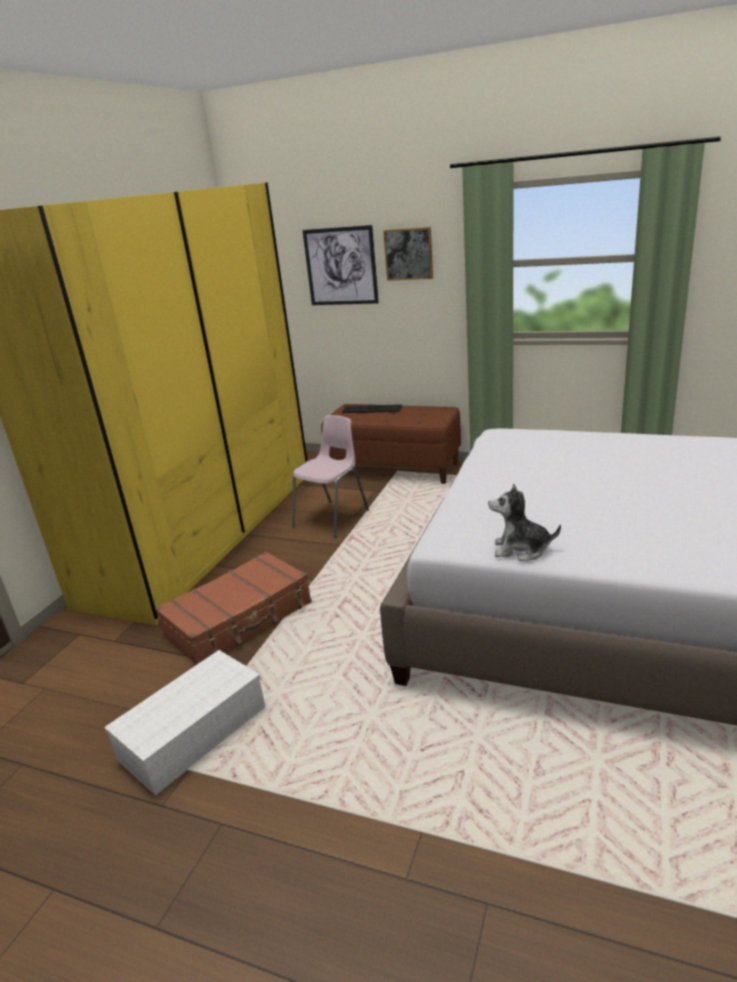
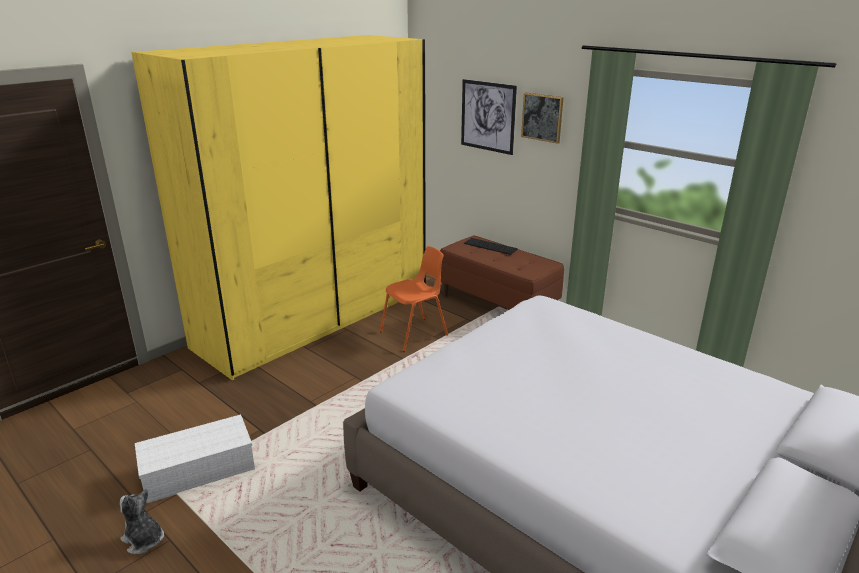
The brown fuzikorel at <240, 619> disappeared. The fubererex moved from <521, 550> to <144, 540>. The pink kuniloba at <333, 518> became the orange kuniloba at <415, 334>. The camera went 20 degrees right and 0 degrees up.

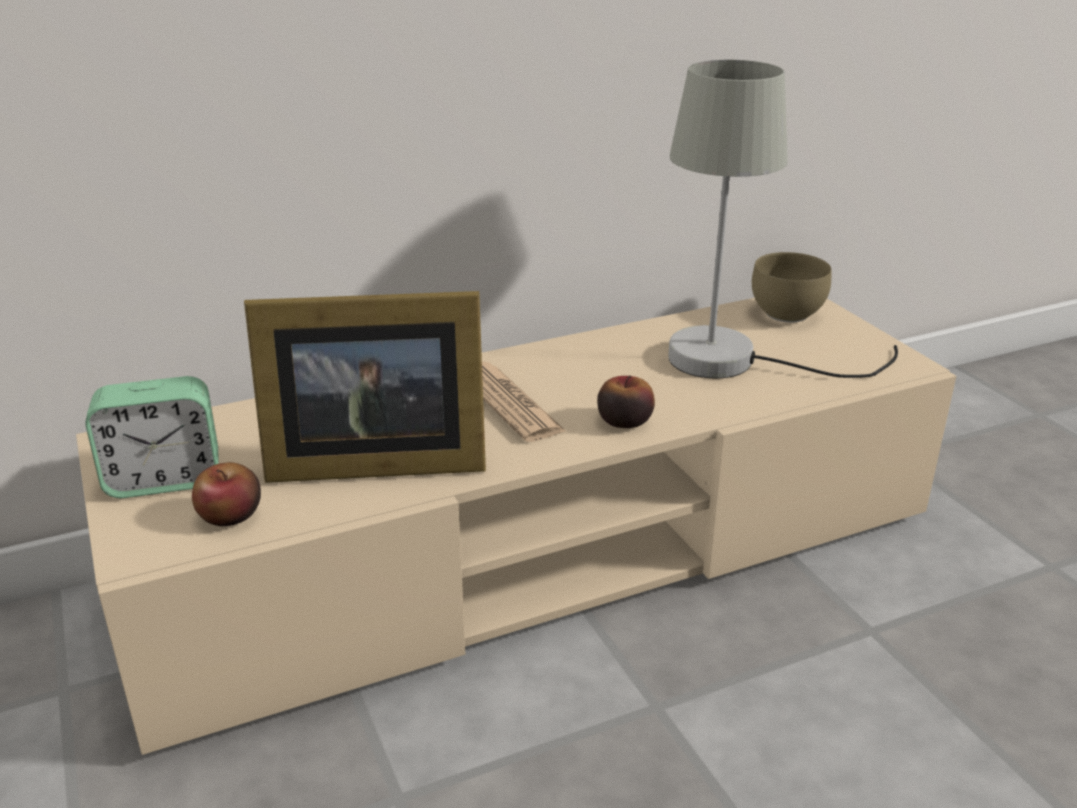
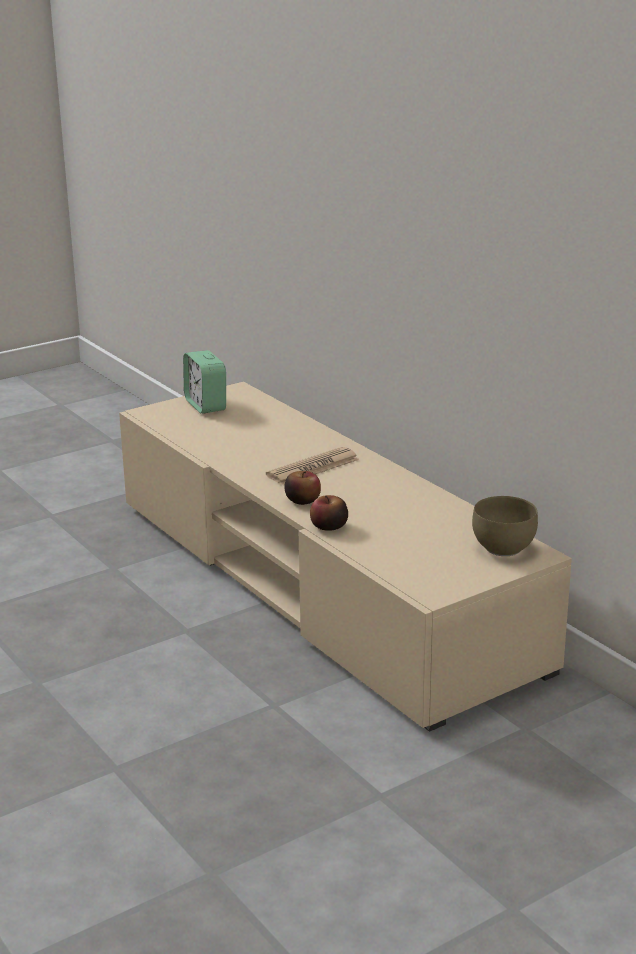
The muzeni at <370, 461> disappeared. The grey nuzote at <737, 361> disappeared. The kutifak moved from <231, 515> to <329, 526>. The camera went 80 degrees right and 5 degrees down.

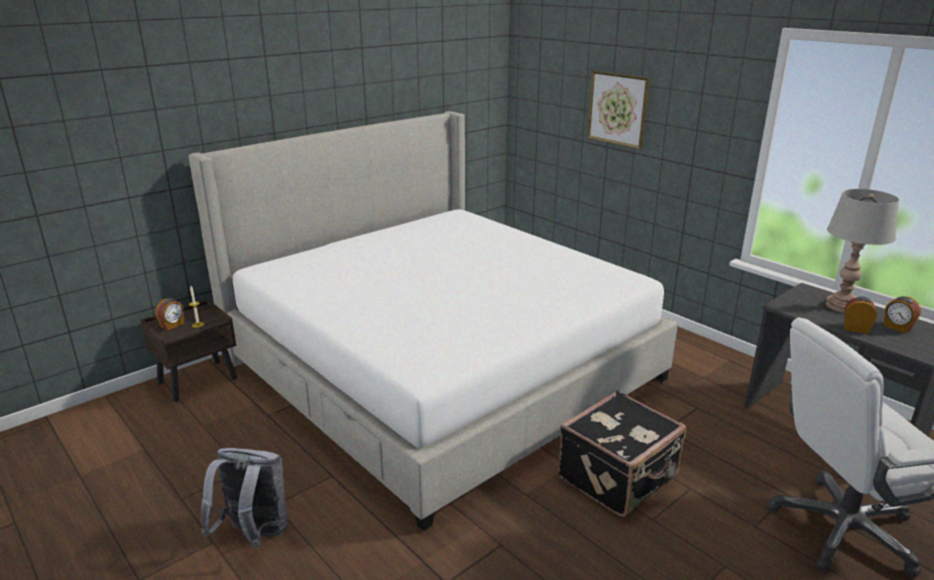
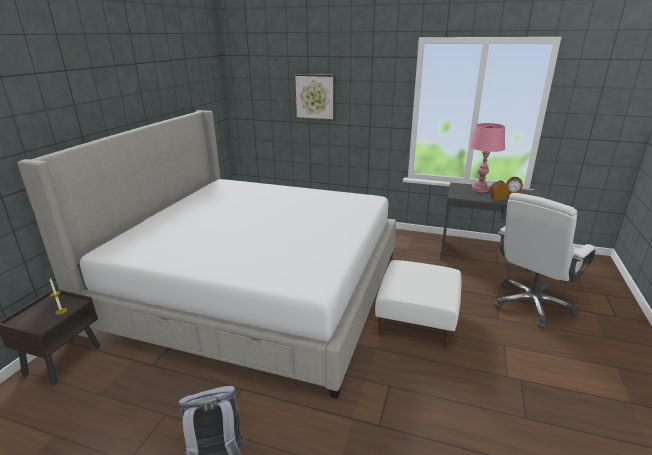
The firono at <172, 325> disappeared. The black fuzikorel at <619, 478> was replaced by the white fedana at <416, 319>. The grey nuzote at <842, 306> became the pink nuzote at <480, 189>. The camera went 30 degrees left and 0 degrees up.

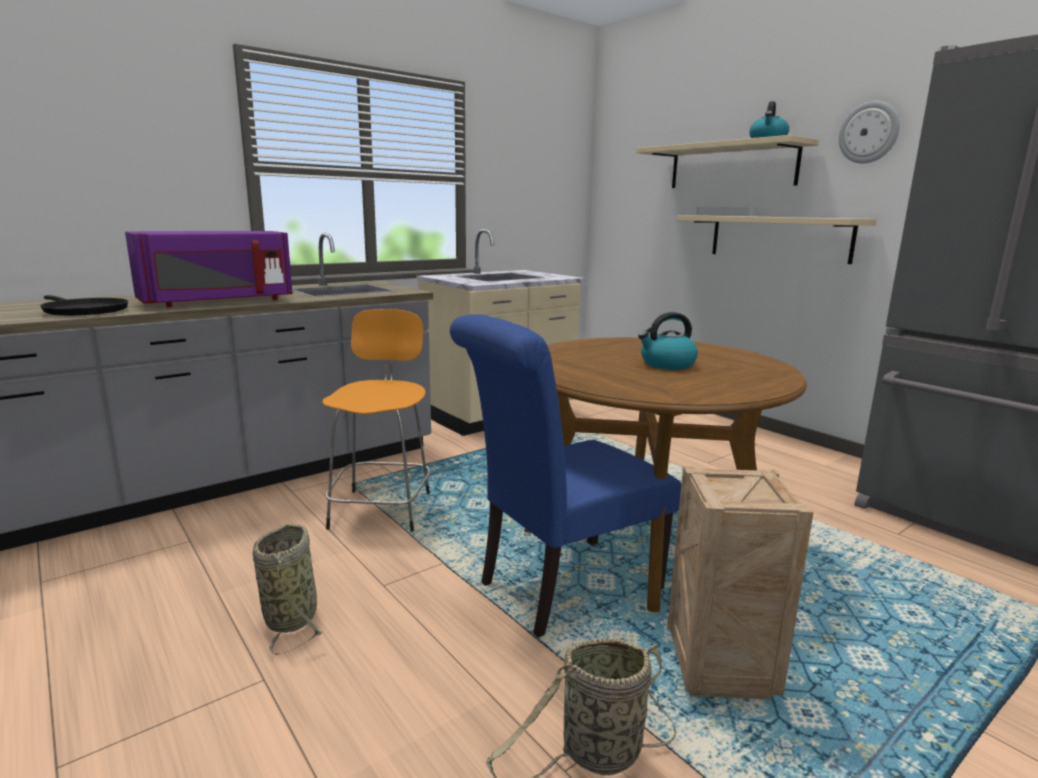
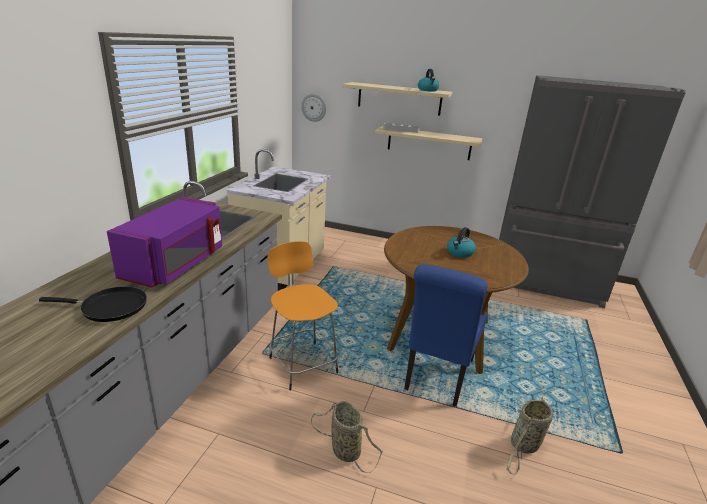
The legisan at <722, 673> disappeared. The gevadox moved from <869, 132> to <314, 107>. The camera went 35 degrees left and 10 degrees up.

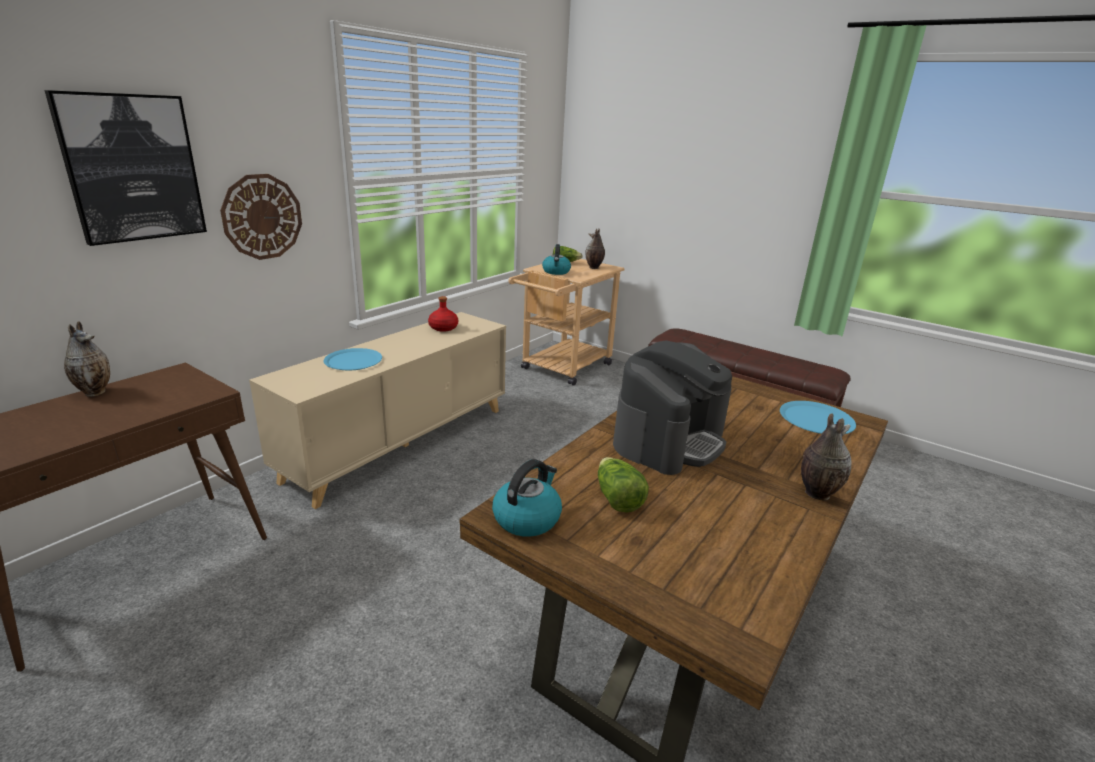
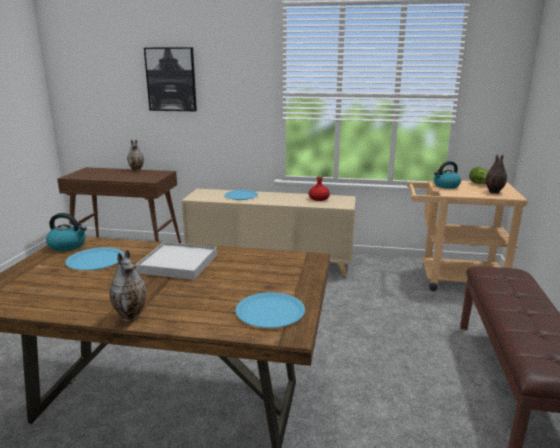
The gevadox at <262, 217> disappeared. The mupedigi at <617, 498> was replaced by the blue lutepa at <95, 260>. The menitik at <669, 440> was replaced by the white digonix at <178, 263>. The camera went 65 degrees right and 5 degrees down.

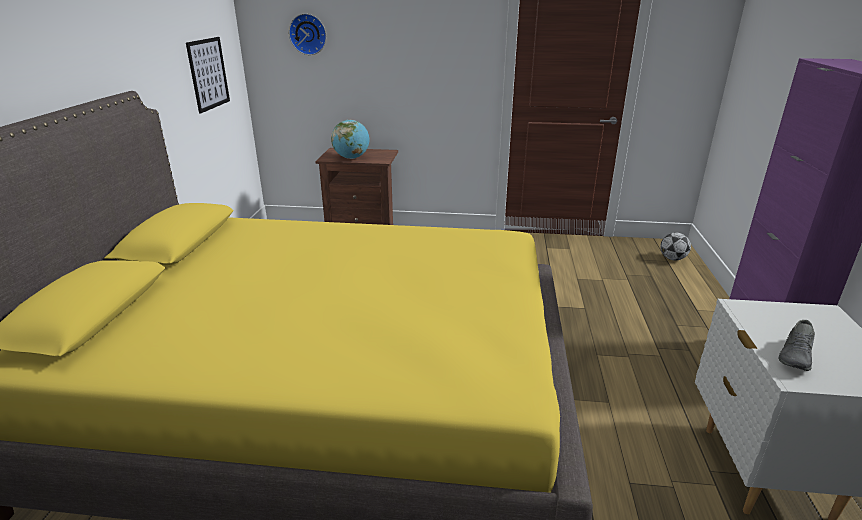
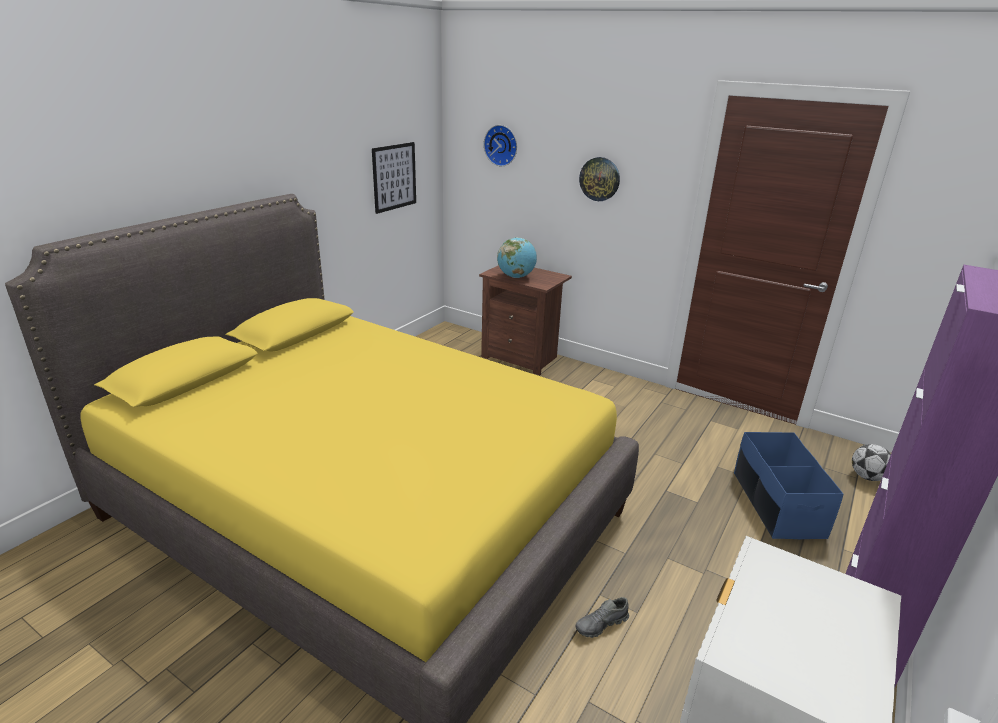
The gevadox at <599, 179> appeared. The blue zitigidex at <776, 504> appeared. The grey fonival moved from <796, 357> to <601, 624>. The camera went 25 degrees right and 0 degrees up.

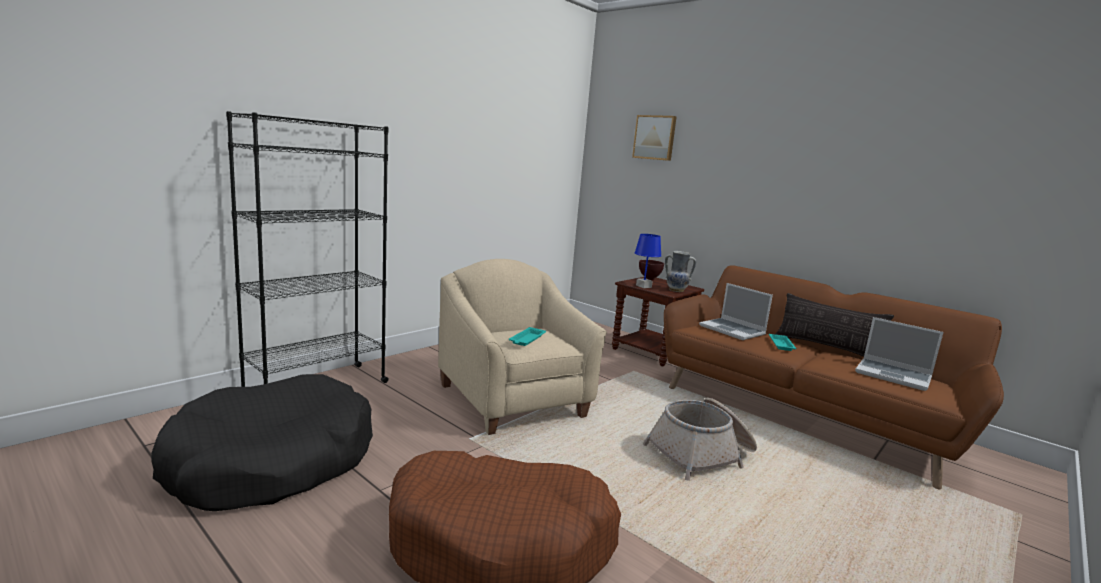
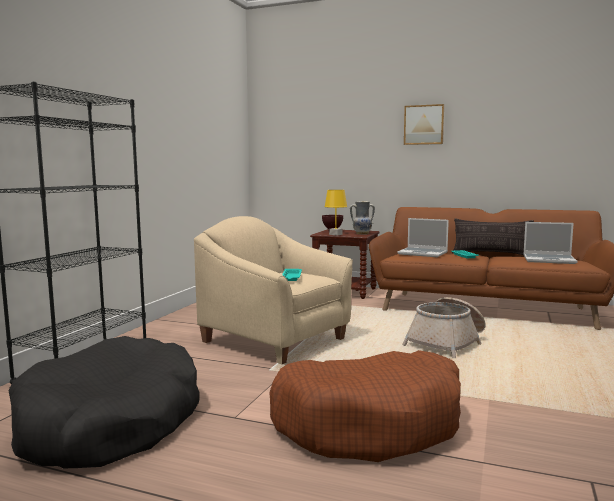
The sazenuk moved from <655, 137> to <424, 125>. The blue nuzote at <644, 286> became the yellow nuzote at <336, 234>. The camera went 20 degrees left and 5 degrees down.

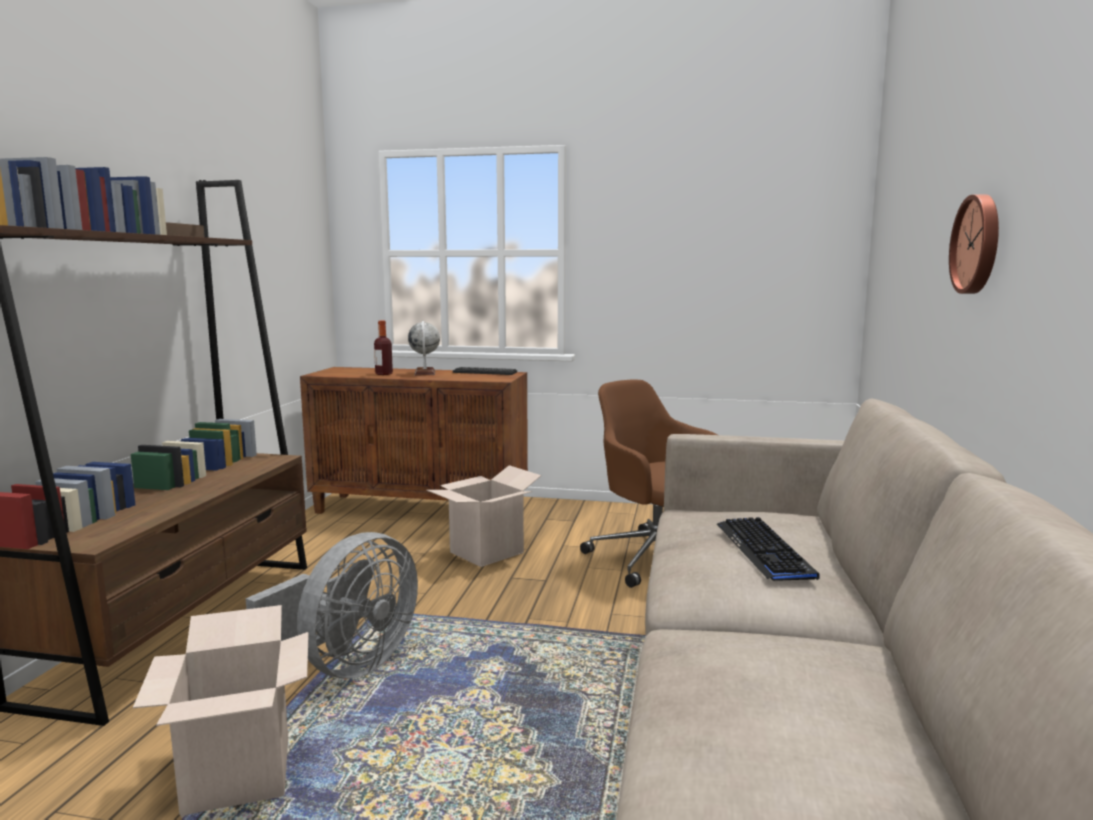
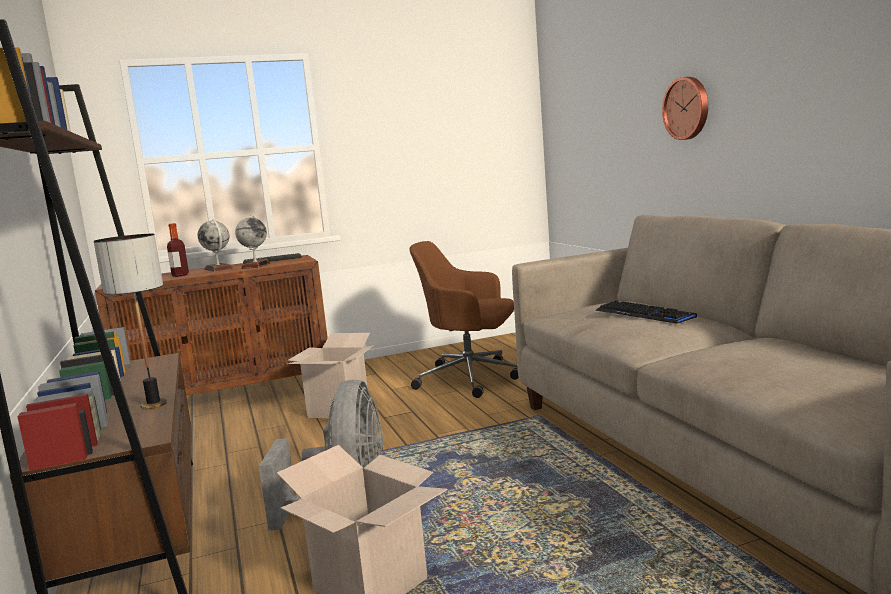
The nuzote at <154, 404> appeared. The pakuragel at <256, 265> appeared. The camera went 30 degrees left and 0 degrees up.

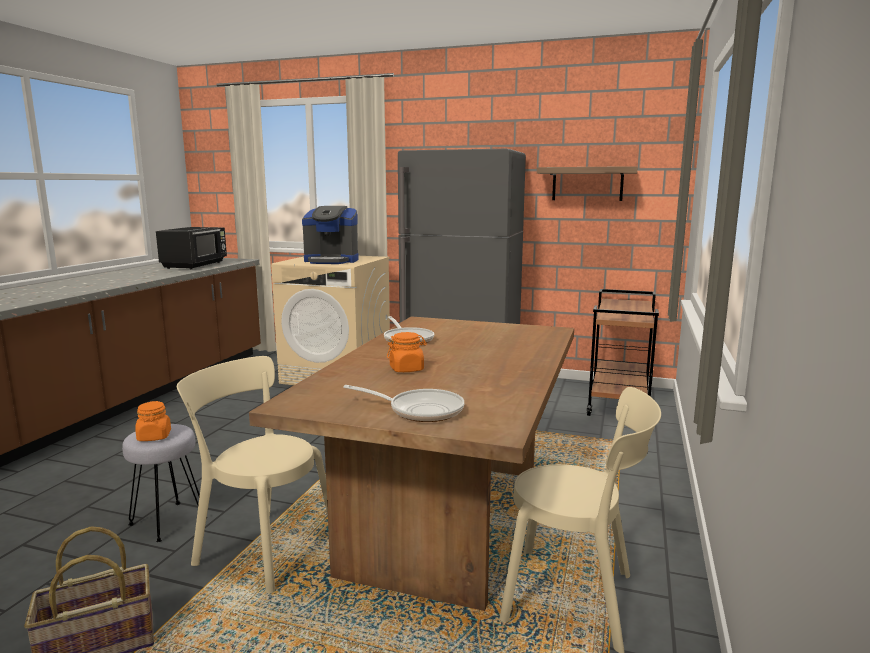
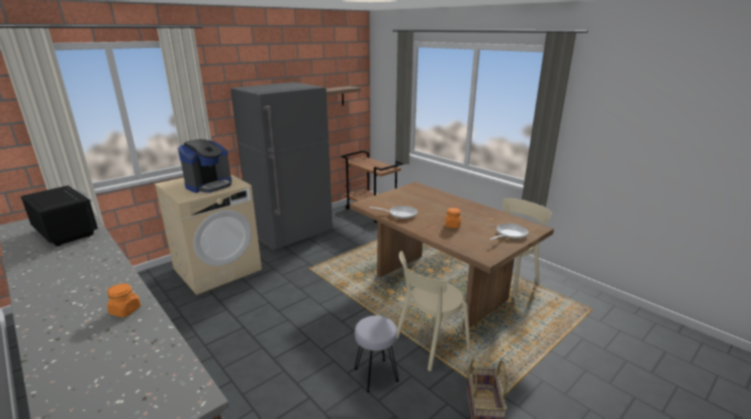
The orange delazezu moved from <154, 437> to <125, 310>. The camera went 60 degrees left and 10 degrees up.

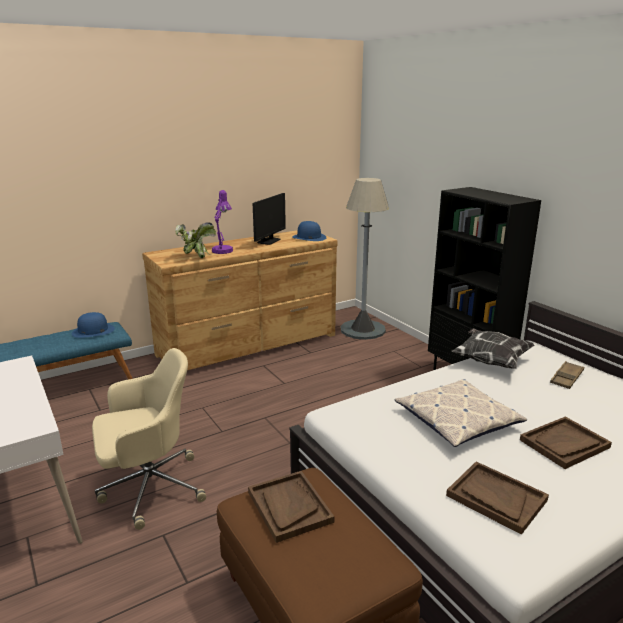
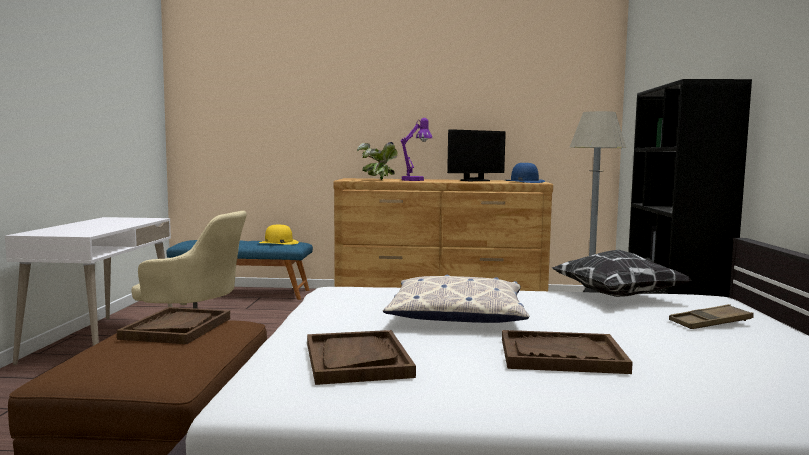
The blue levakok at <93, 331> became the yellow levakok at <278, 242>. The camera went 35 degrees right and 15 degrees down.

